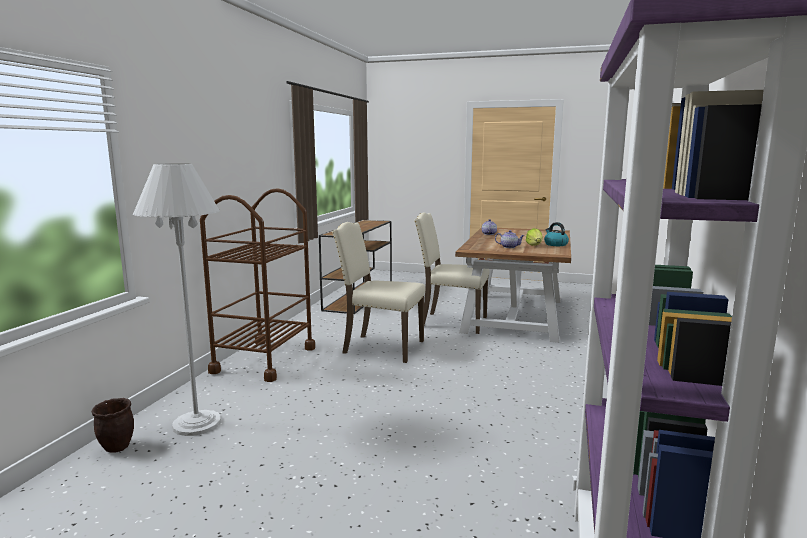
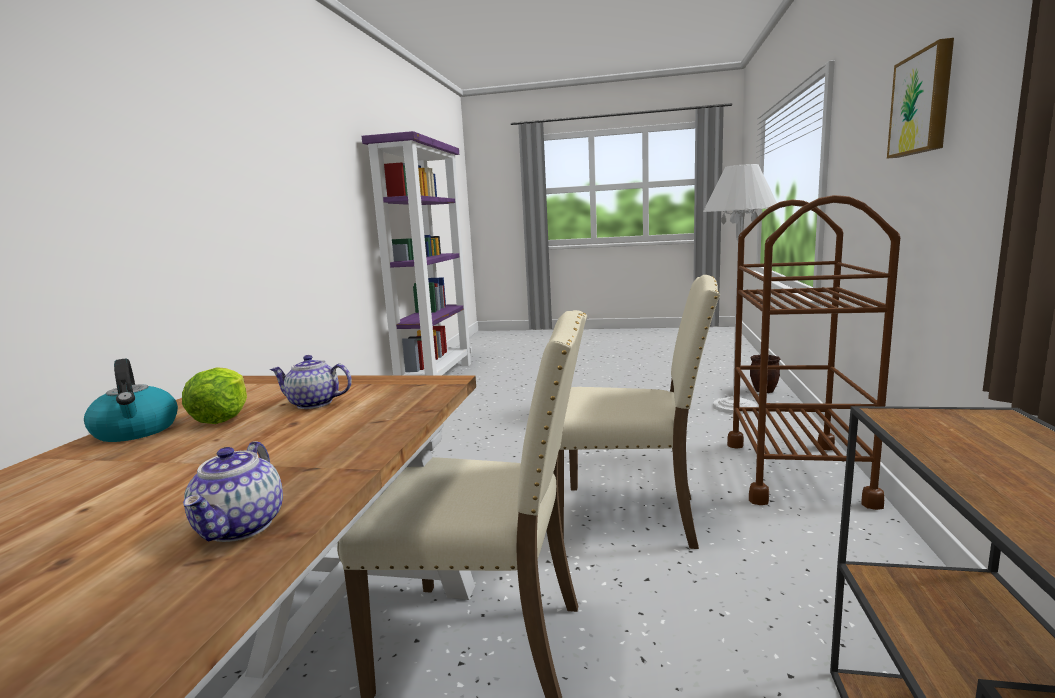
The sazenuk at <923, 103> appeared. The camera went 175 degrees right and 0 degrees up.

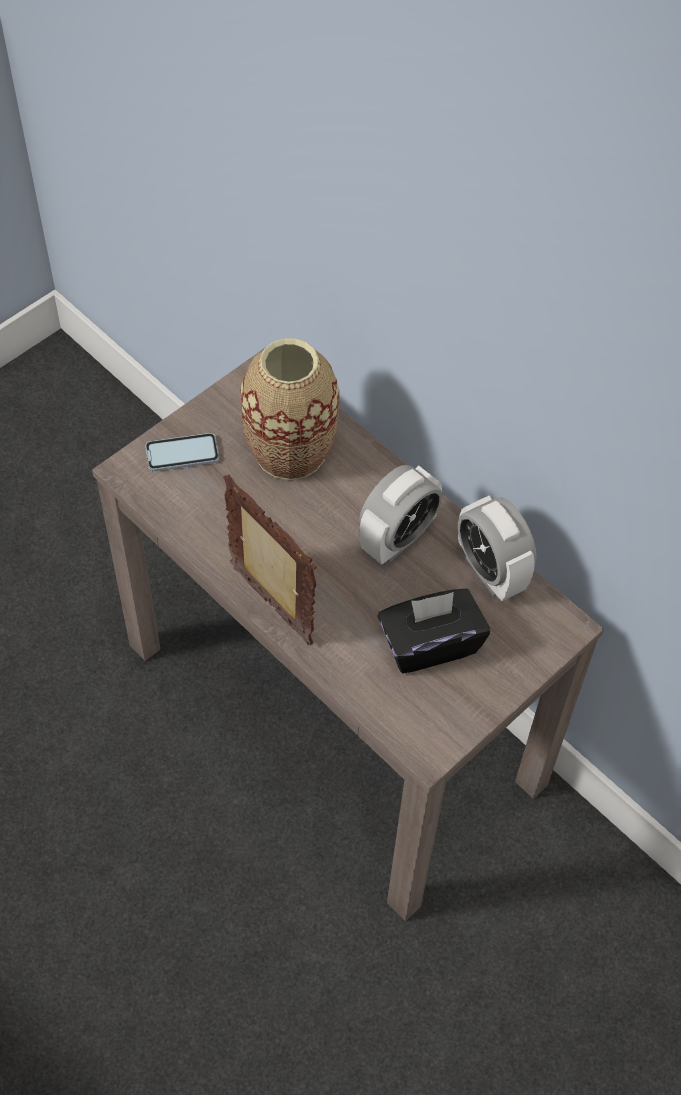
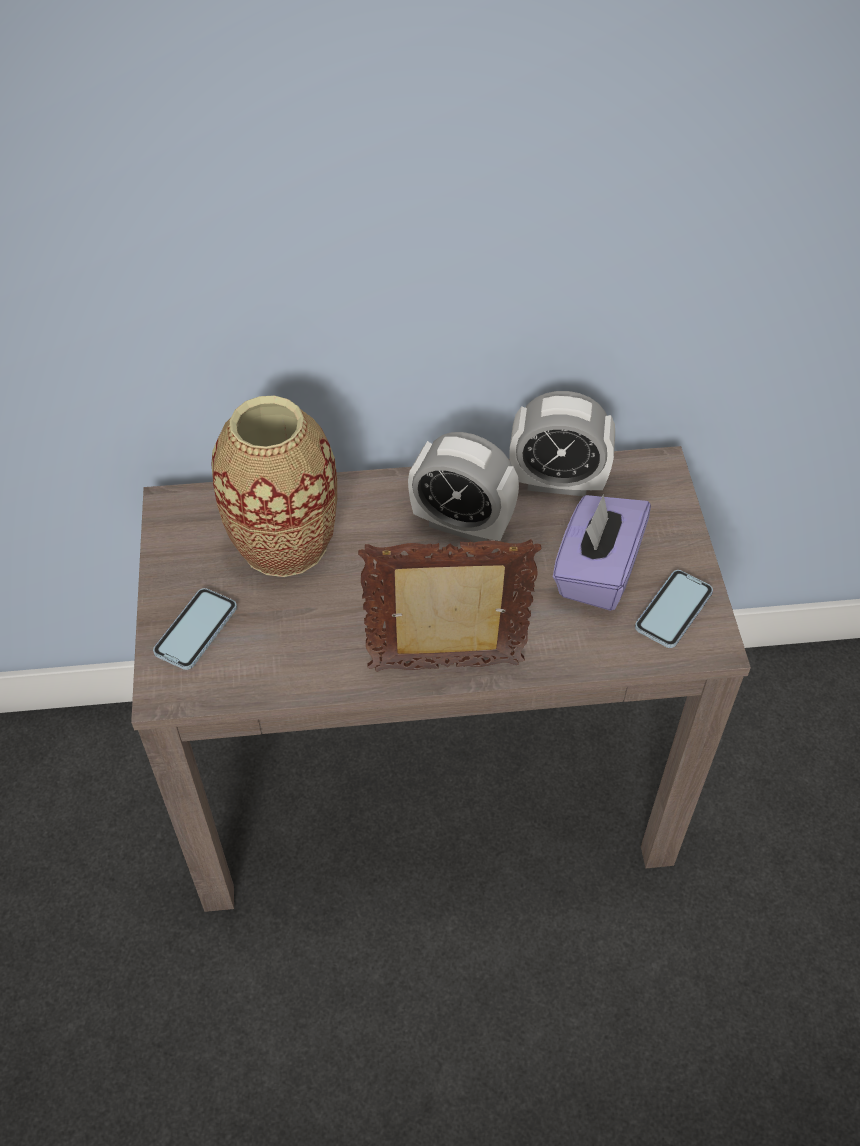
The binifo at <673, 610> appeared. The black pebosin at <429, 644> became the purple pebosin at <596, 571>. The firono at <397, 539> turned 120 degrees clockwise. The camera went 50 degrees left and 5 degrees down.

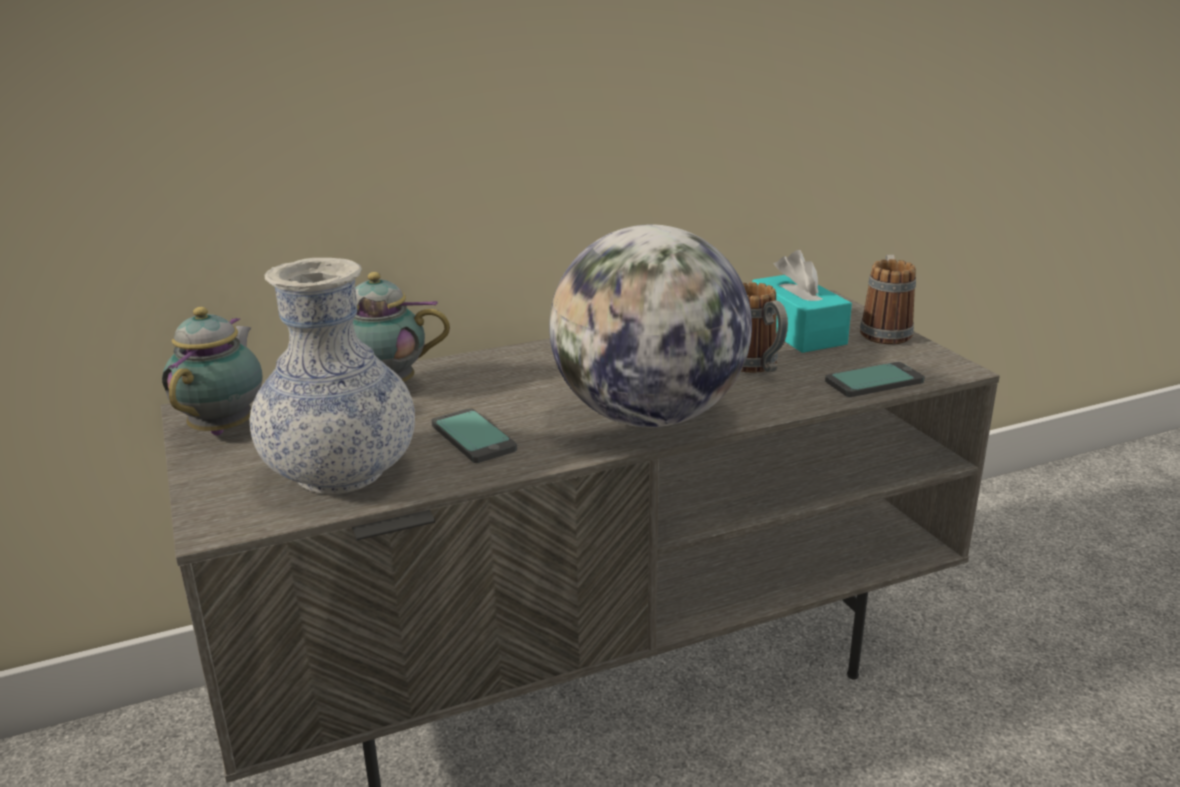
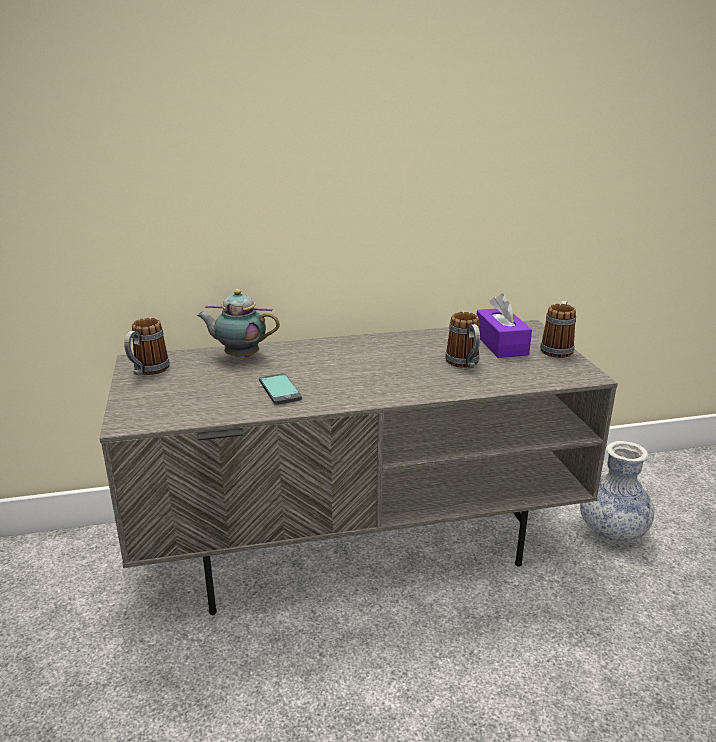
The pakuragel at <649, 417> disappeared. The binifo at <874, 381> disappeared. The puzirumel moved from <341, 473> to <612, 530>. The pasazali at <226, 428> was replaced by the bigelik at <147, 371>. The turquoise pebosin at <797, 331> became the purple pebosin at <501, 344>. The camera went 10 degrees right and 0 degrees up.

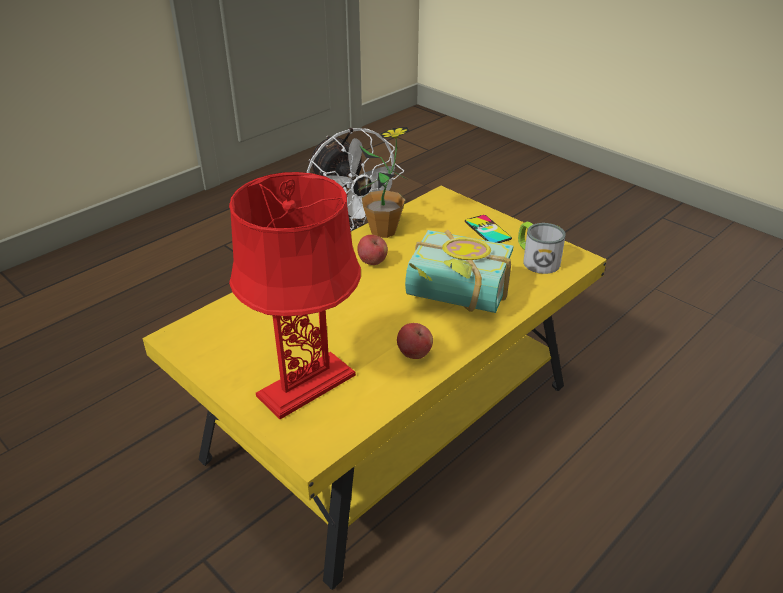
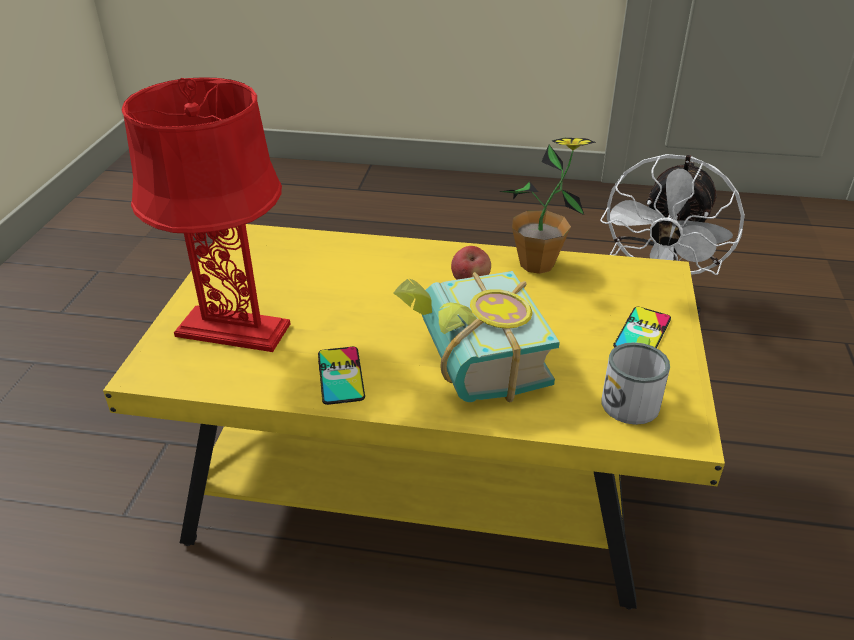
The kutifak at <414, 354> was replaced by the binifo at <340, 375>. The camera went 55 degrees right and 0 degrees up.

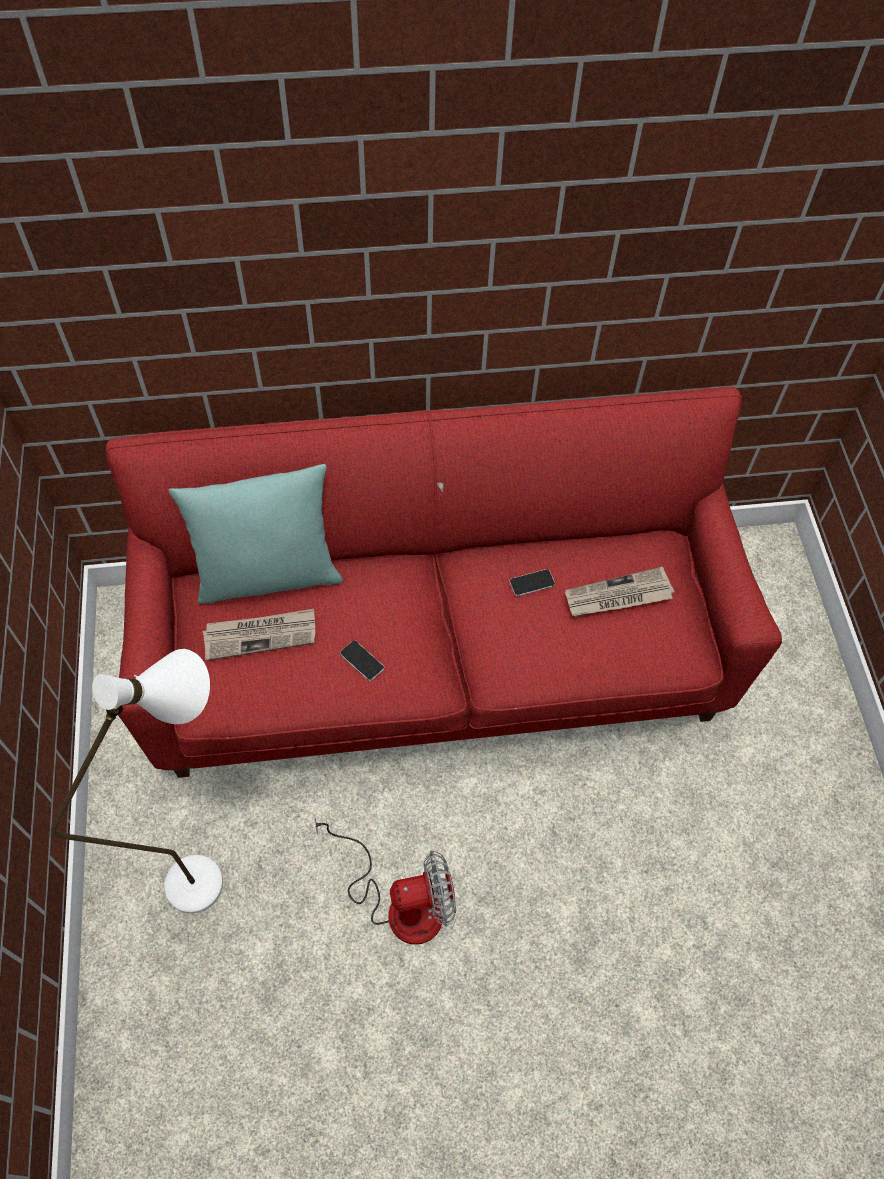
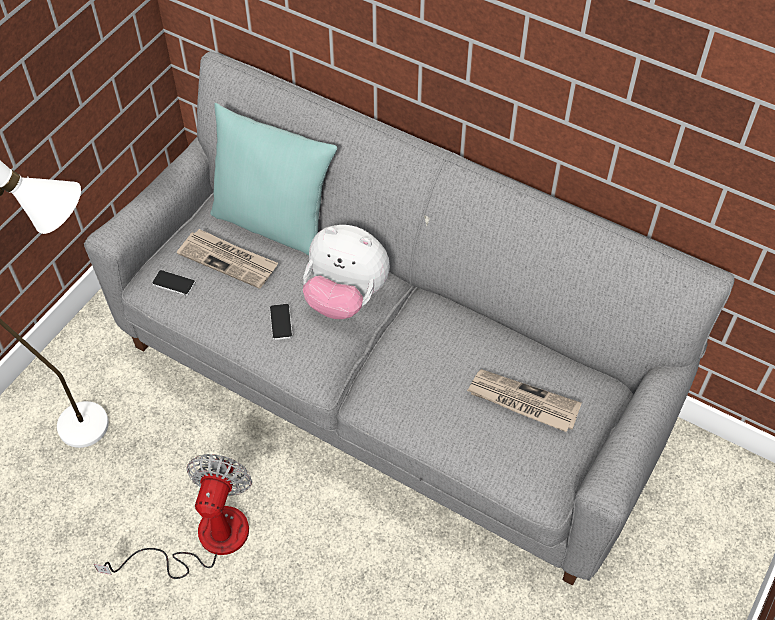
The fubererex at <345, 297> appeared. The binifo moved from <532, 583> to <173, 283>. The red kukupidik at <439, 661> became the grey kukupidik at <388, 389>. The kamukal at <399, 901> turned 105 degrees counterclockwise. The camera went 40 degrees right and 5 degrees down.

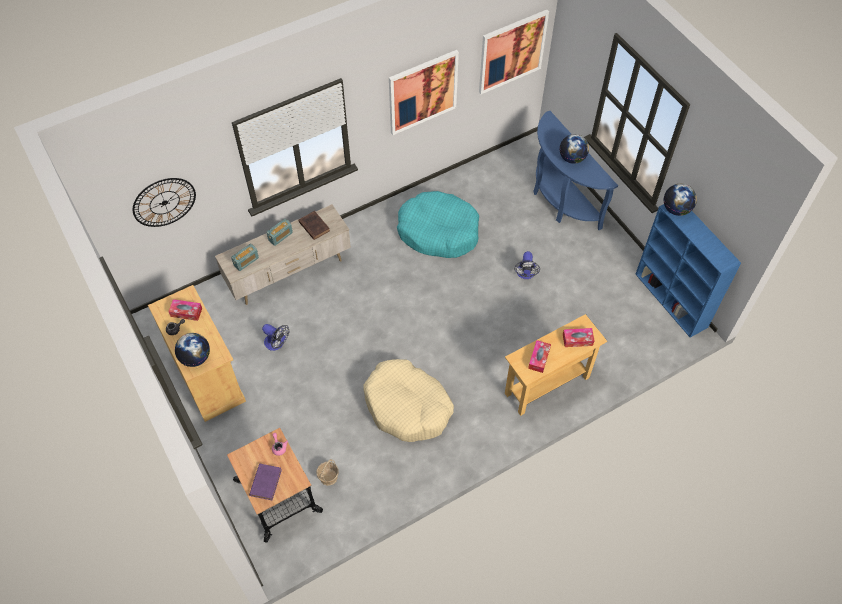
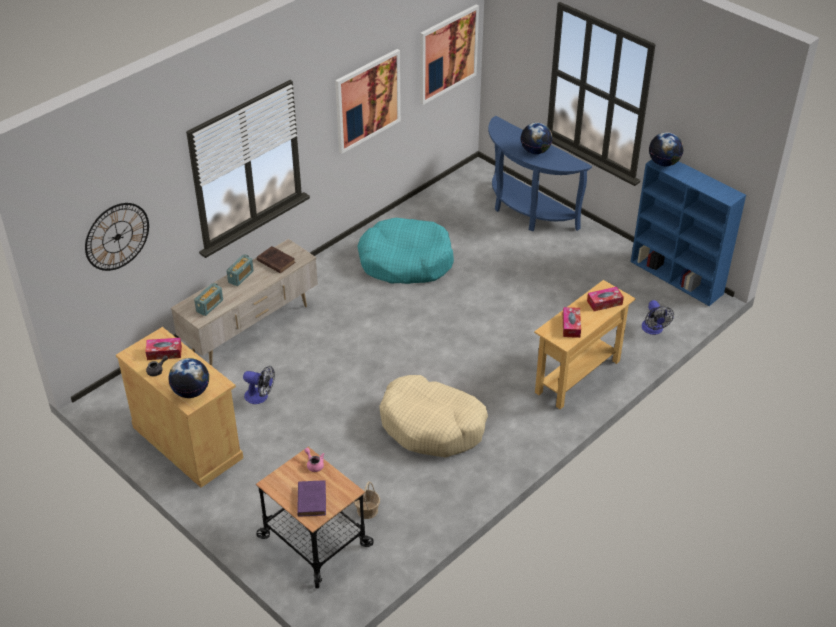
The kamukal moved from <525, 274> to <653, 330>. The camera went 15 degrees left and 15 degrees down.

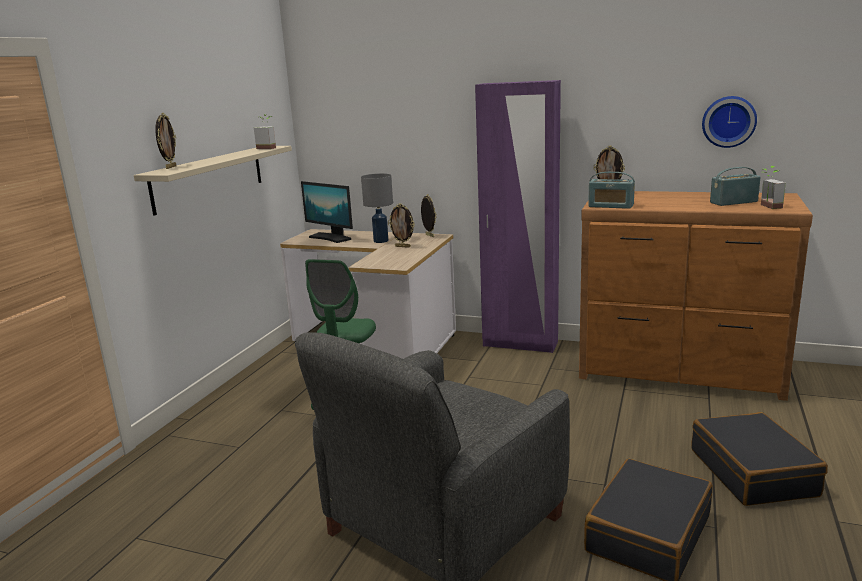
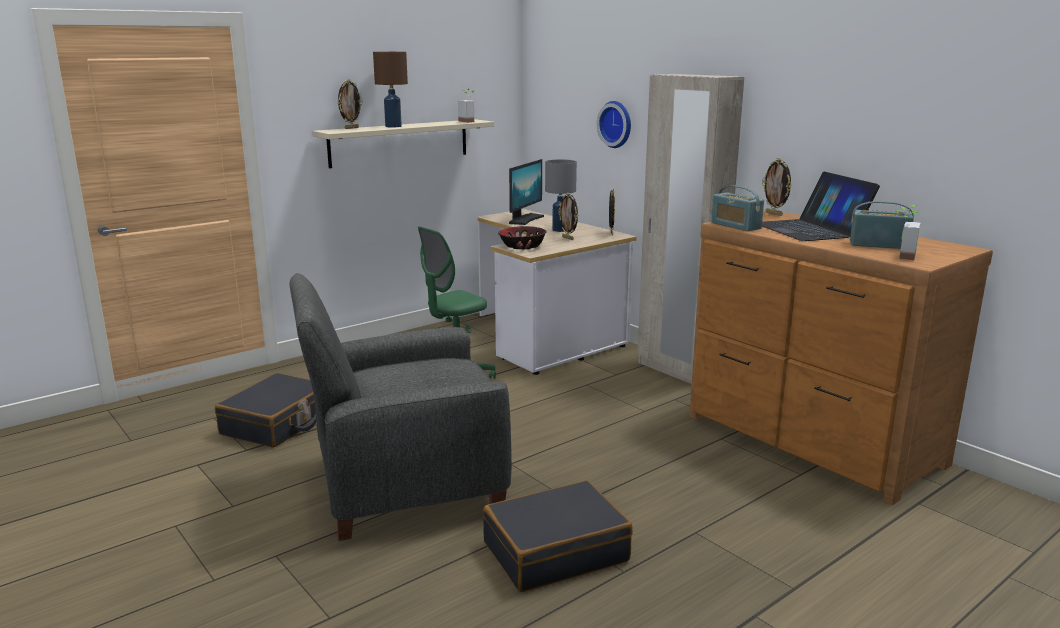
The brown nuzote at <394, 126> appeared. The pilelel at <522, 246> appeared. The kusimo at <811, 229> appeared. The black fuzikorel moved from <753, 472> to <278, 423>. The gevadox moved from <728, 121> to <617, 124>. The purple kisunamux at <520, 344> became the beige kisunamux at <677, 371>. The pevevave at <330, 238> turned 135 degrees counterclockwise. The camera went 30 degrees right and 0 degrees up.

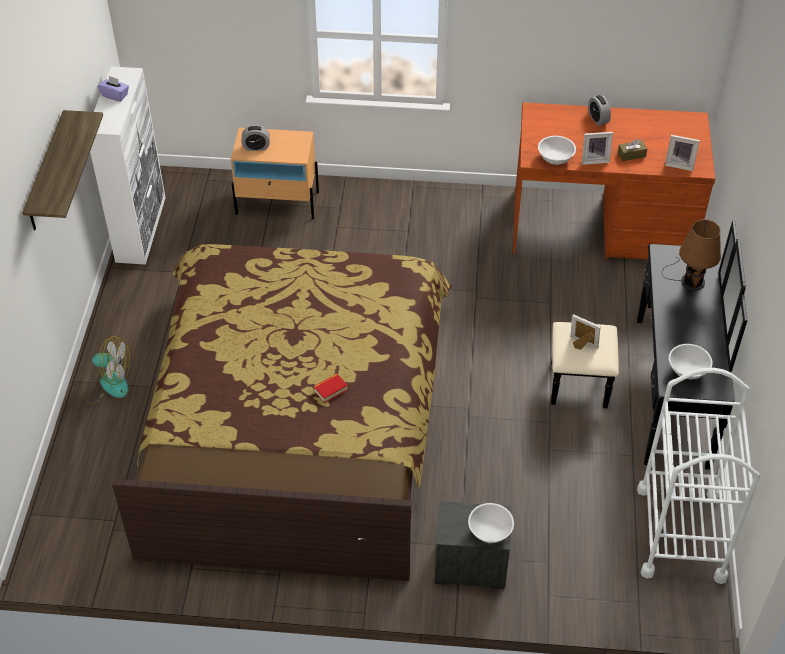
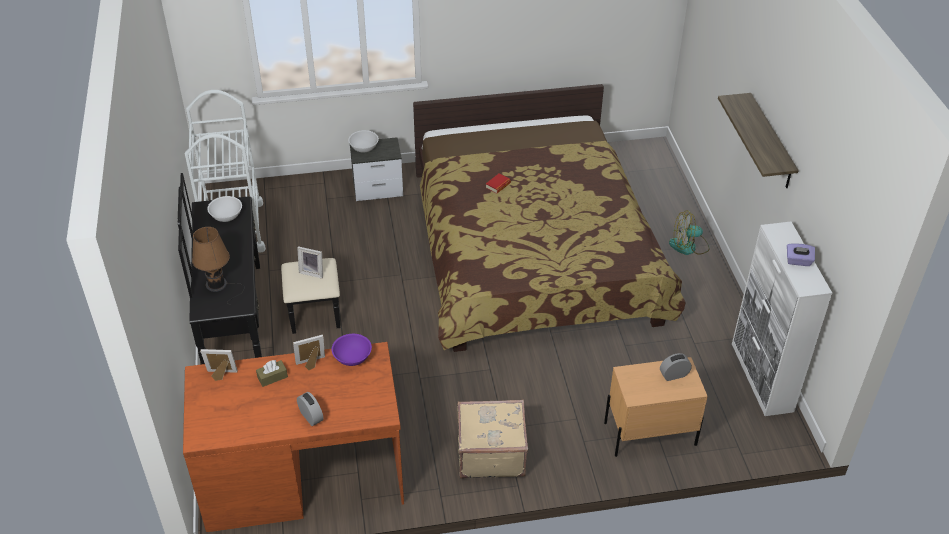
The beige fuzikorel at <490, 453> appeared. The white pilelel at <555, 158> became the purple pilelel at <352, 358>. The camera went 165 degrees right and 5 degrees down.

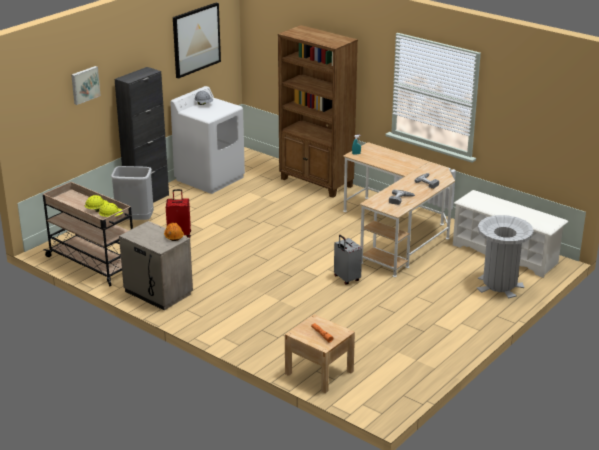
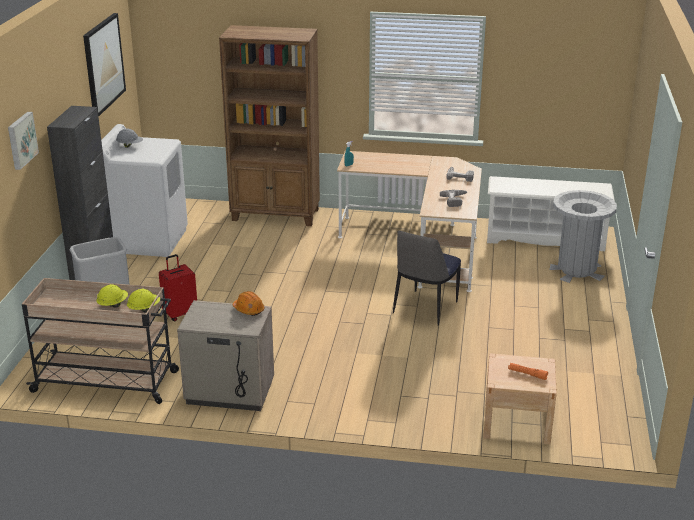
The grey fuzikorel at <346, 279> was replaced by the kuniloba at <424, 309>. The camera went 30 degrees left and 0 degrees up.

